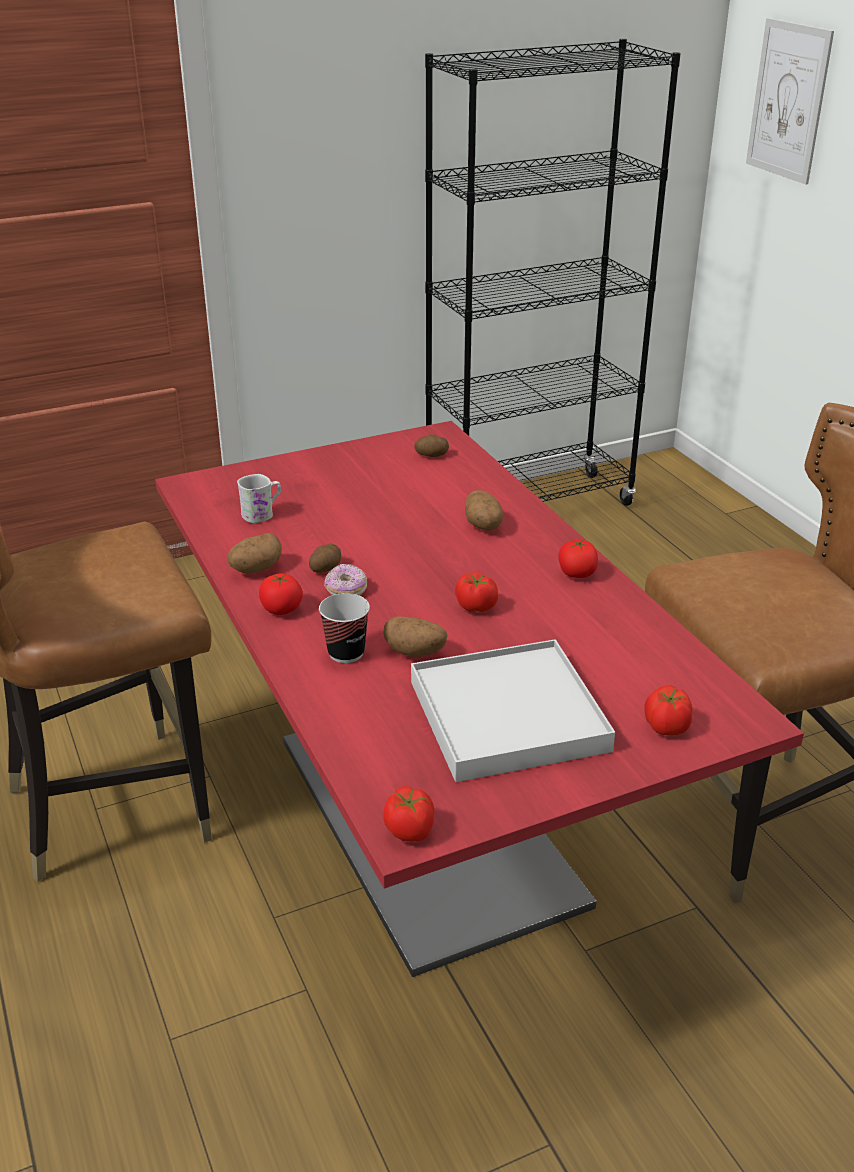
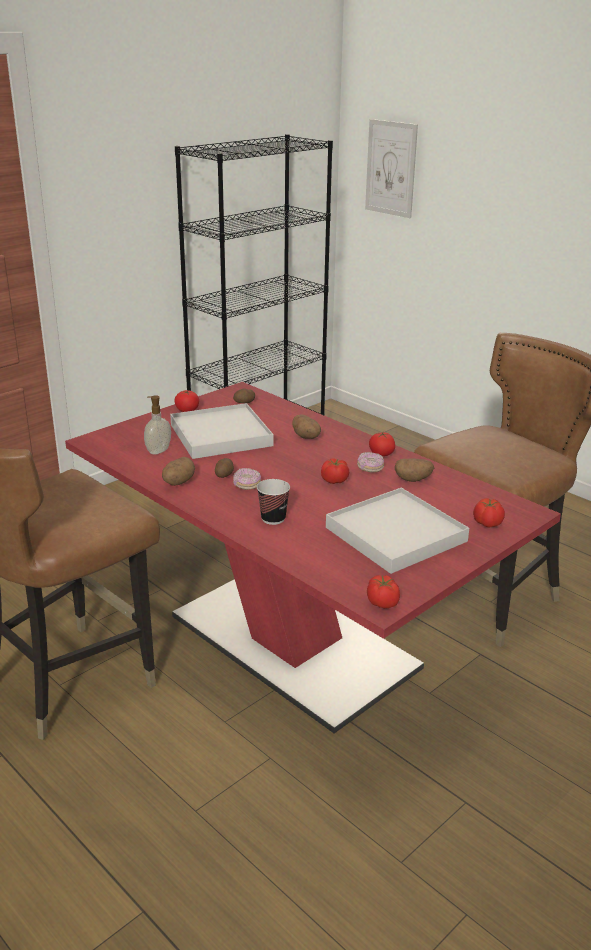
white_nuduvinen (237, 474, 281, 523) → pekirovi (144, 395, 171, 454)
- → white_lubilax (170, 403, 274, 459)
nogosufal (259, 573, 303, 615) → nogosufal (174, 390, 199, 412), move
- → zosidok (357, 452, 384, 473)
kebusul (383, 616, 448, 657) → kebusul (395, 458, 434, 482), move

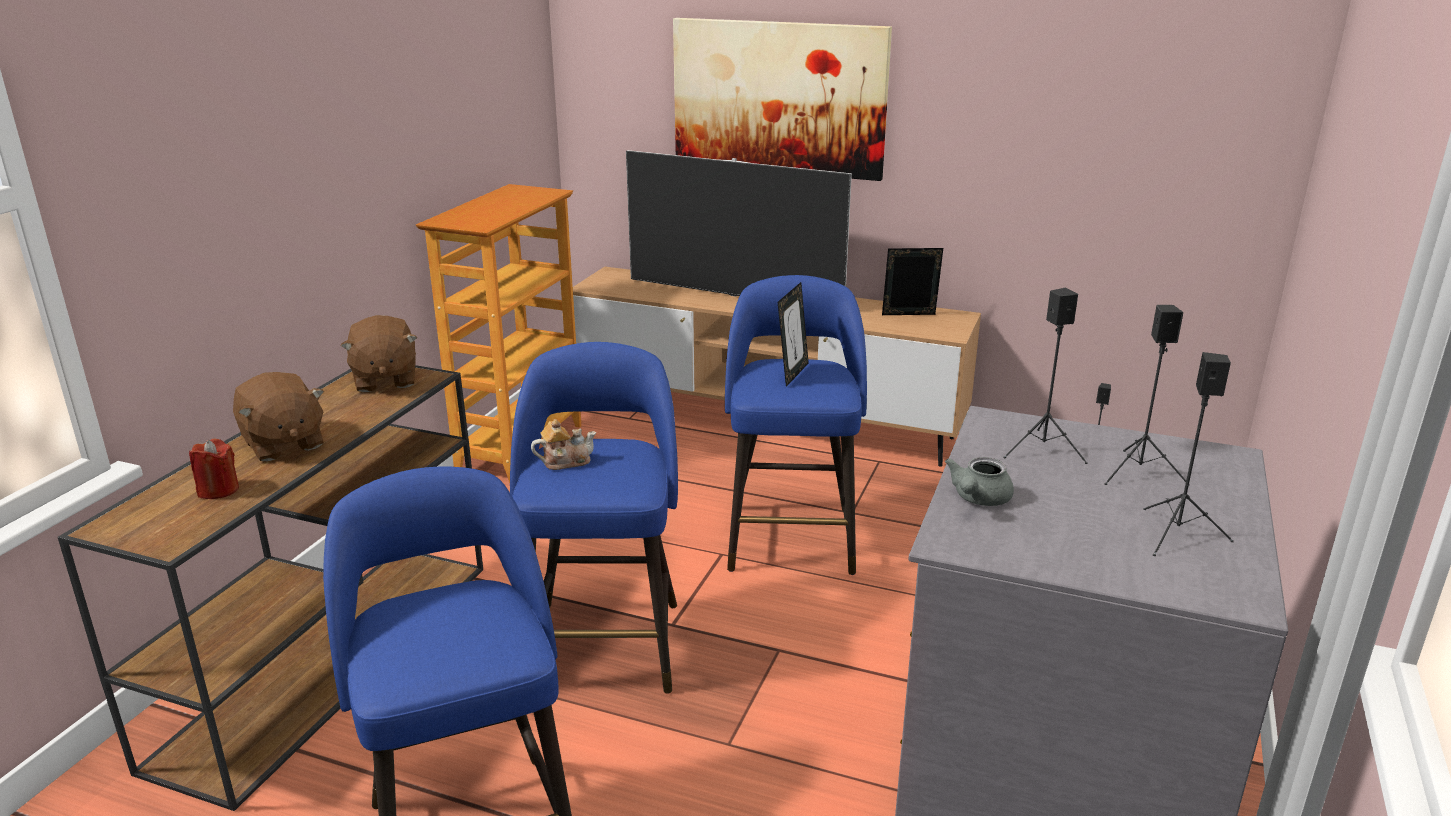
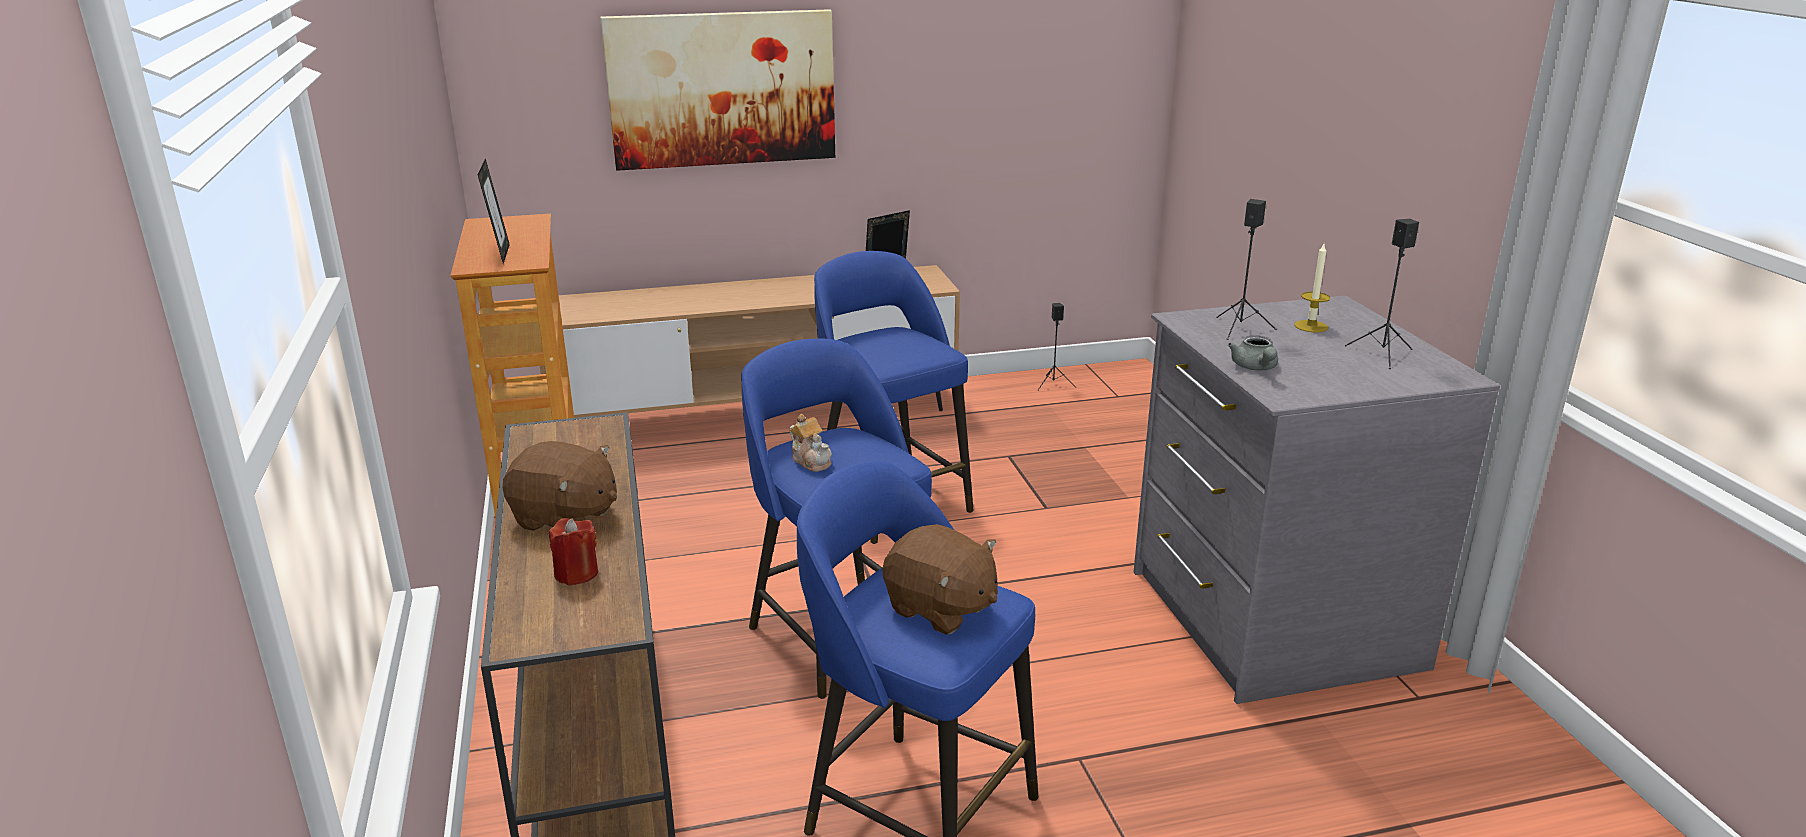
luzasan (778, 282, 809, 387) → luzasan (477, 158, 510, 264), move
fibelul (531, 419, 597, 470) → fibelul (790, 414, 832, 472), 105 degrees clockwise
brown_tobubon (341, 315, 417, 392) → brown_tobubon (882, 524, 998, 635), move
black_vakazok (1104, 305, 1190, 485) → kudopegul (1294, 244, 1330, 332)
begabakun (626, 150, 852, 297) → -

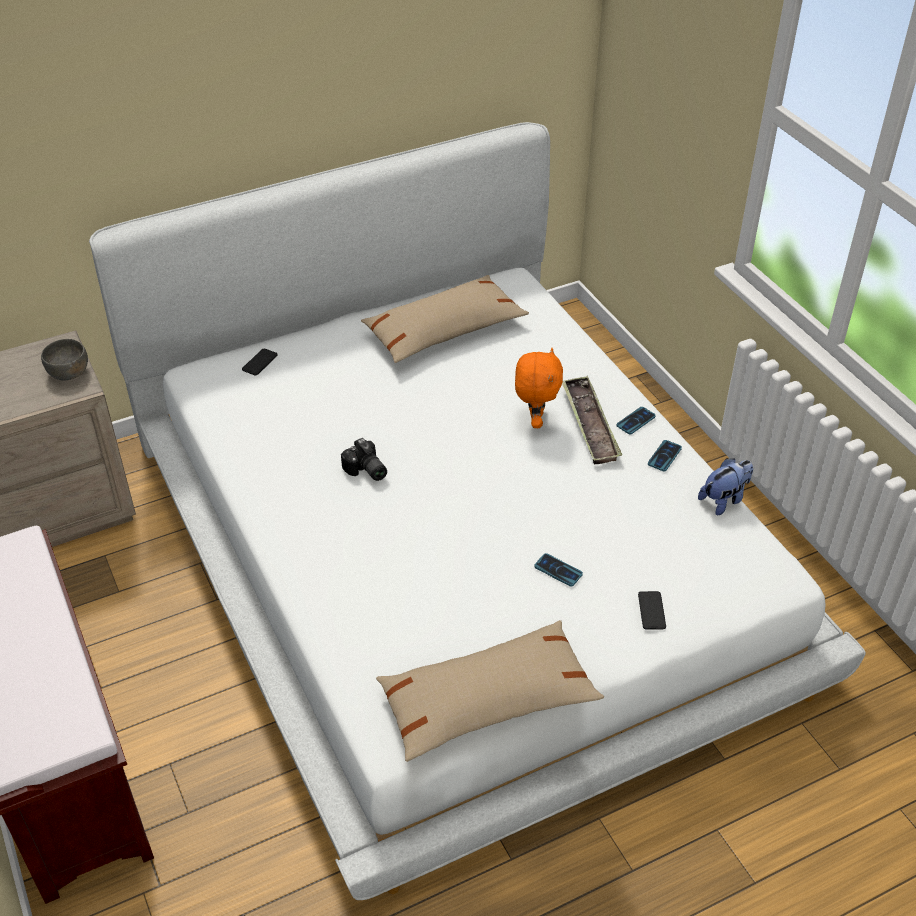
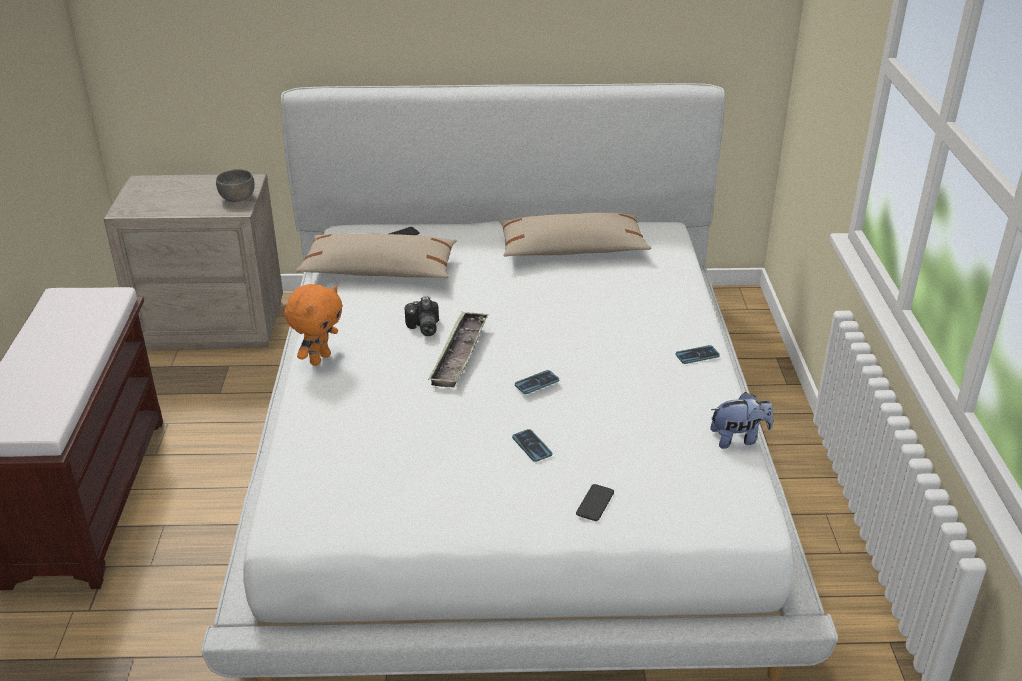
orange_tobubon (515, 348, 563, 428) → orange_tobubon (284, 284, 343, 366), move
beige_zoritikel (376, 620, 604, 762) → beige_zoritikel (295, 233, 457, 278), move
lubilax (562, 376, 622, 465) → lubilax (428, 312, 489, 388), move
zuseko (648, 440, 682, 471) → zuseko (515, 370, 559, 394), move

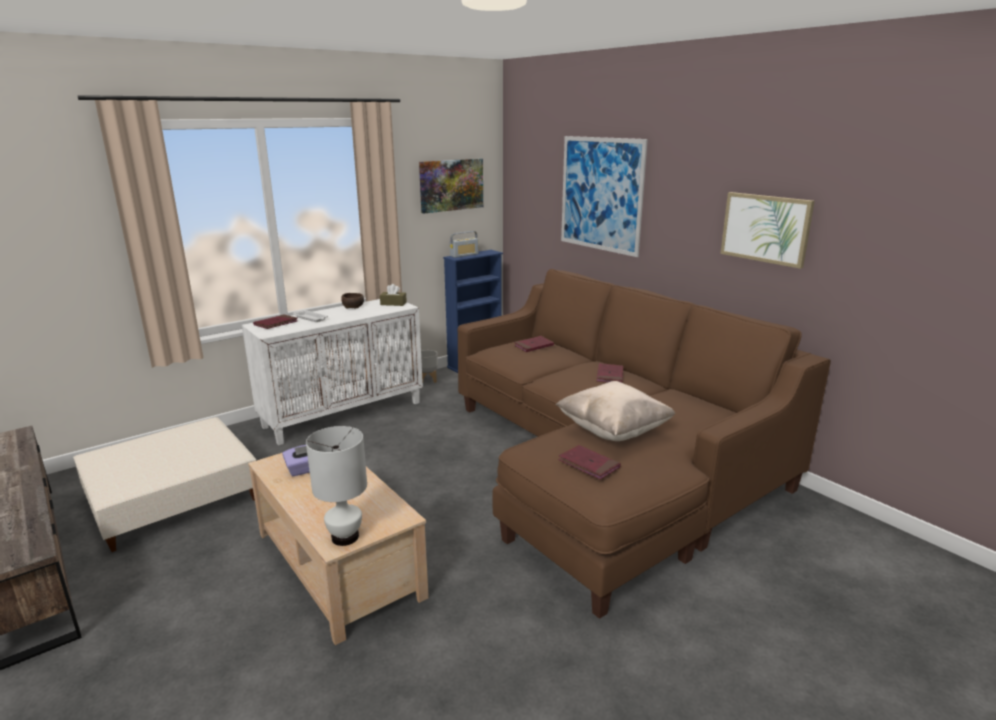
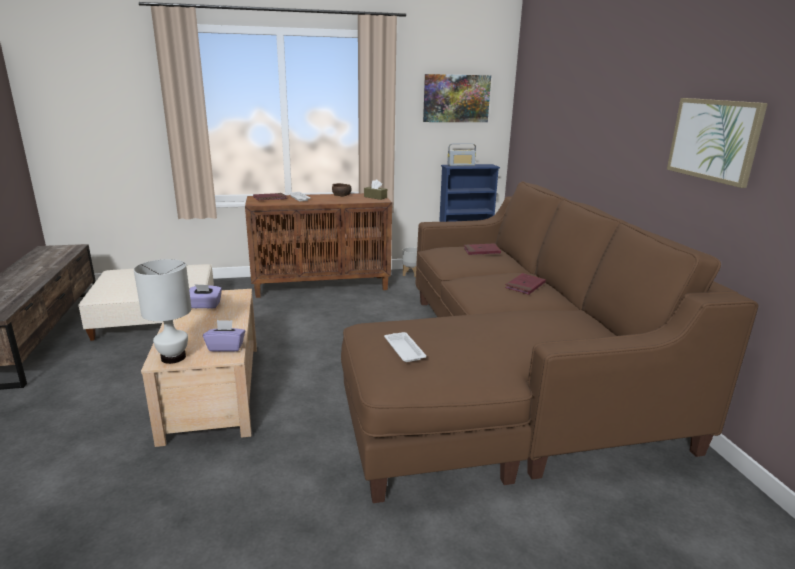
- → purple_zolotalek (203, 320, 245, 352)
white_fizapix (242, 299, 423, 445) → brown_fizapix (245, 193, 392, 298)
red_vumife (558, 445, 621, 480) → white_lubilax (384, 332, 427, 362)
beige_zoritikel (555, 381, 676, 441) → -
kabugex (561, 136, 648, 257) → -

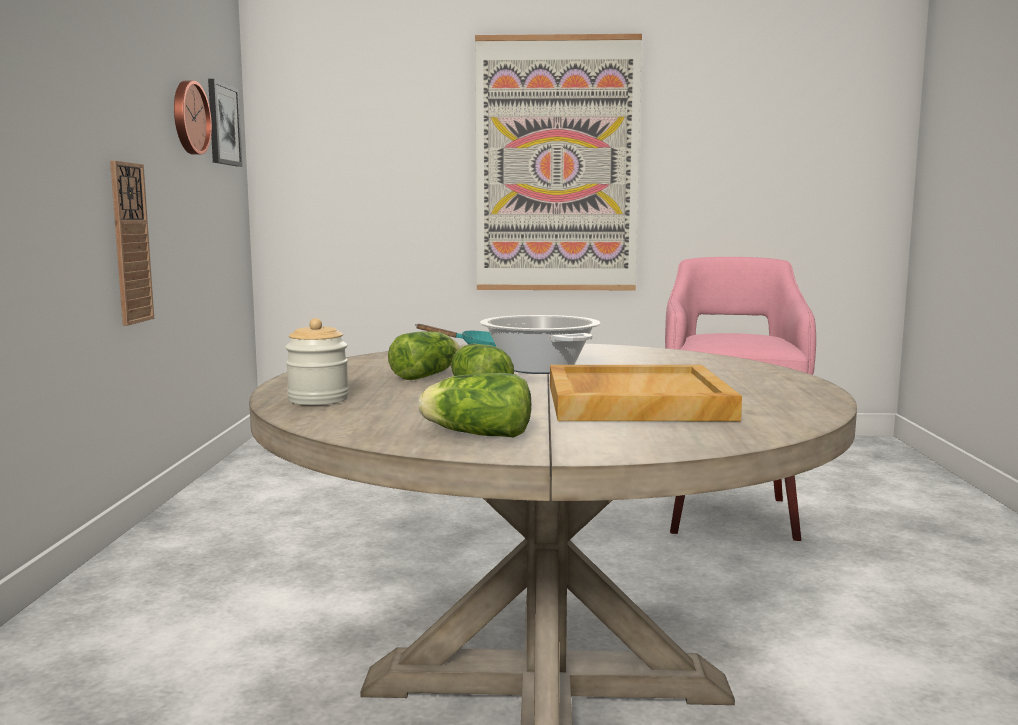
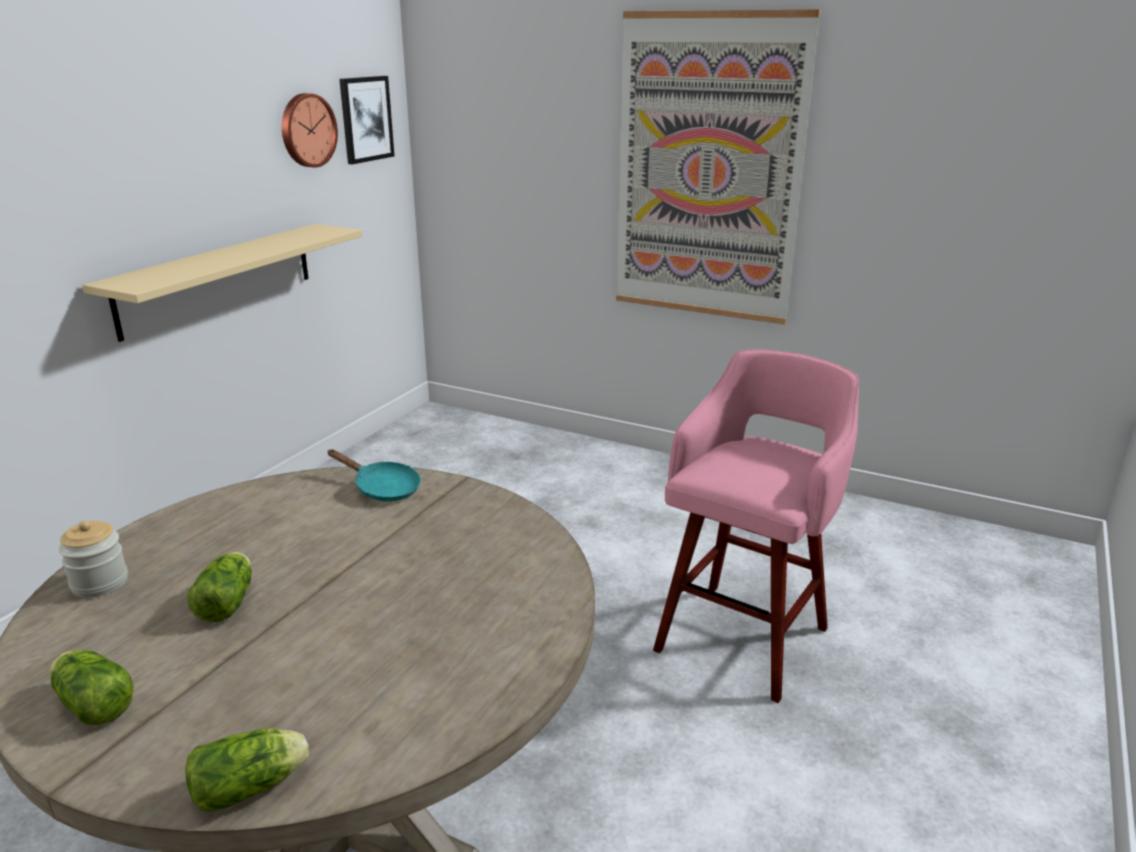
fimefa (110, 161, 154, 326) → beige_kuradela (82, 224, 362, 342)
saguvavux (388, 332, 460, 380) → saguvavux (185, 728, 309, 811), move
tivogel (480, 315, 601, 374) → -
beige_lubilax (550, 365, 742, 421) → -

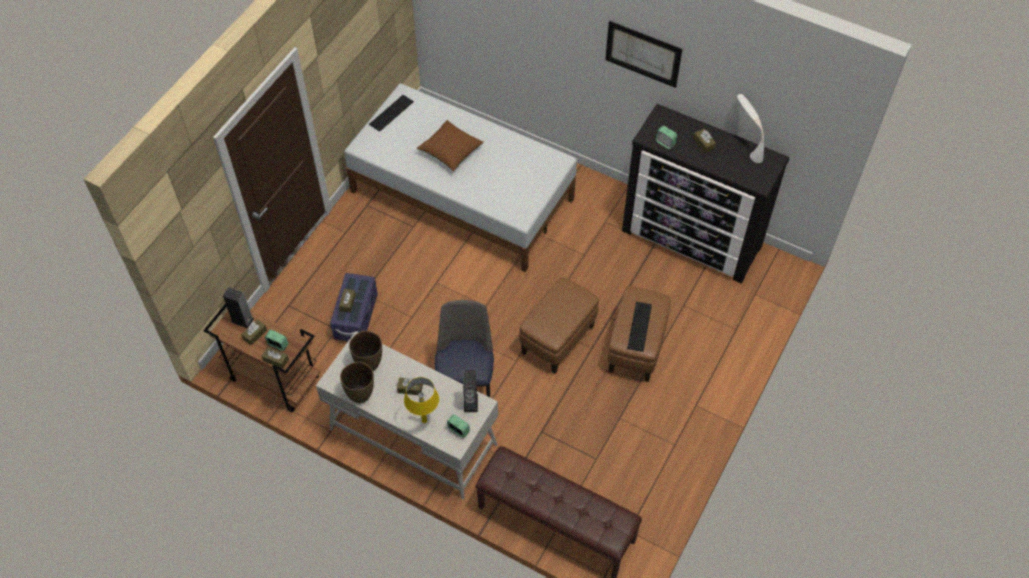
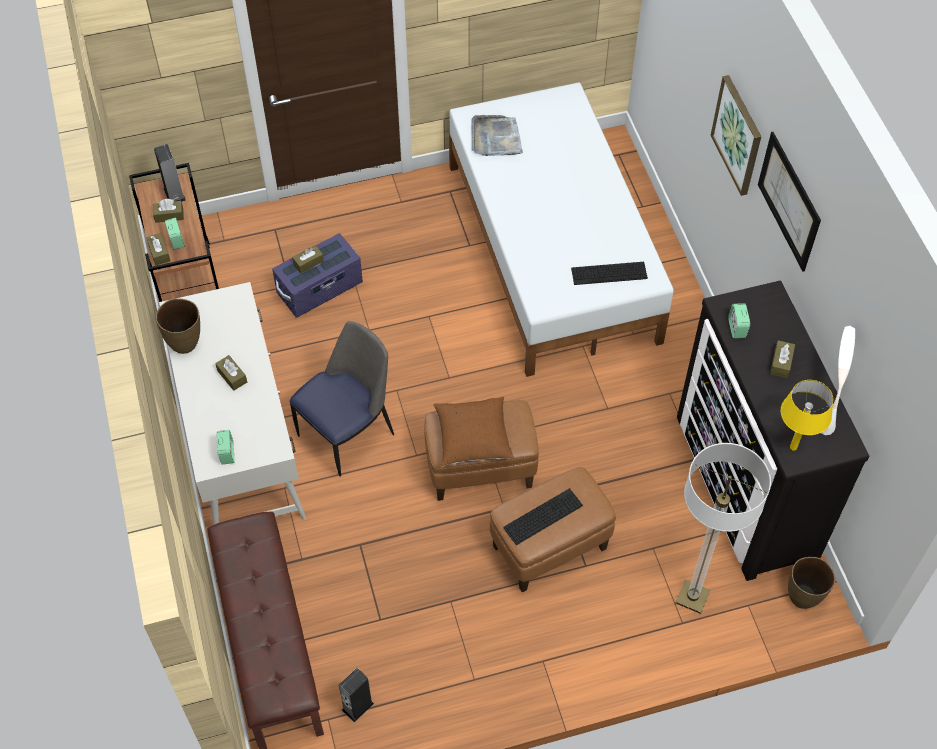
vakazok (463, 370, 478, 412) → vakazok (339, 668, 374, 722), move
brown_zoritikel (417, 120, 484, 171) → brown_zoritikel (434, 397, 514, 466), move
- → grey_lubilax (471, 115, 523, 156)
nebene (369, 95, 414, 132) → nebene (571, 262, 648, 285), move
- → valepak (675, 443, 771, 614)
- → kabugex (711, 75, 761, 196)
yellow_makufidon (404, 377, 439, 423) → yellow_makufidon (781, 380, 833, 451), move
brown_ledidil (349, 331, 382, 371) → brown_ledidil (788, 557, 835, 609), move

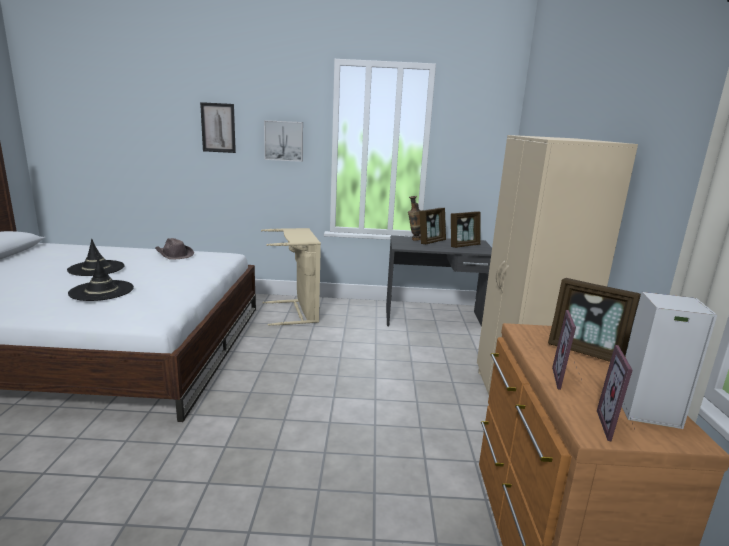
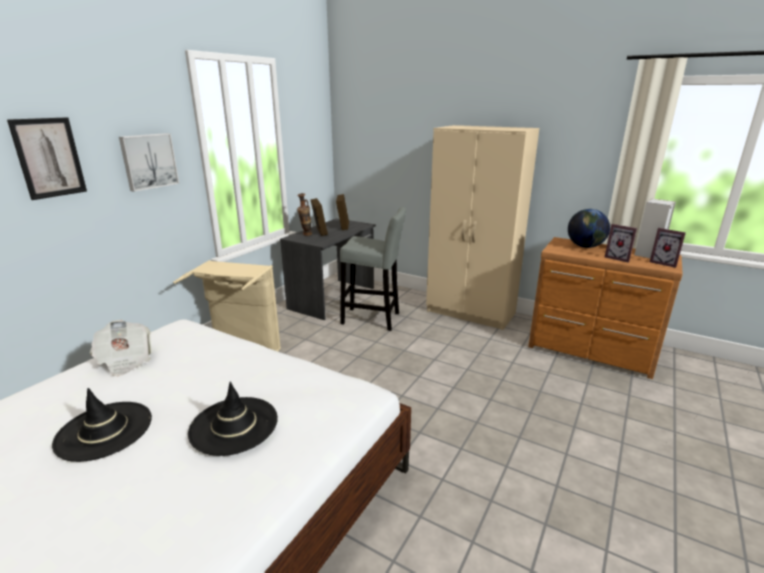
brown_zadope (155, 238, 194, 260) → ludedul (90, 320, 152, 376)
- → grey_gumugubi (340, 207, 406, 331)
luzasan (548, 278, 641, 362) → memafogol (568, 209, 610, 248)

